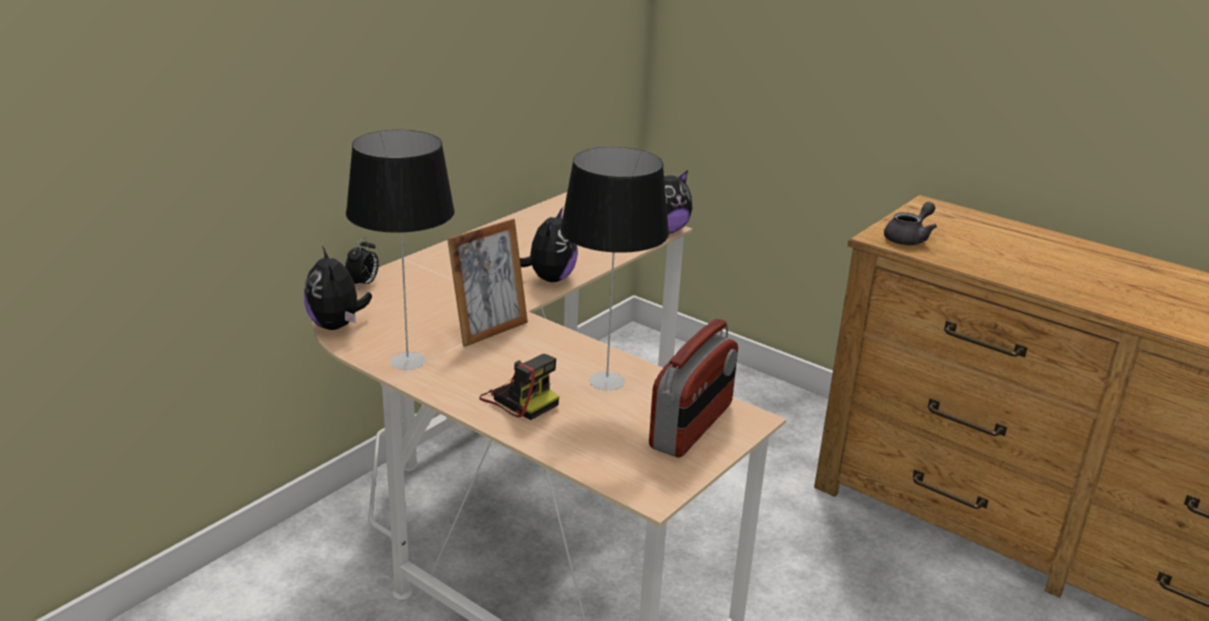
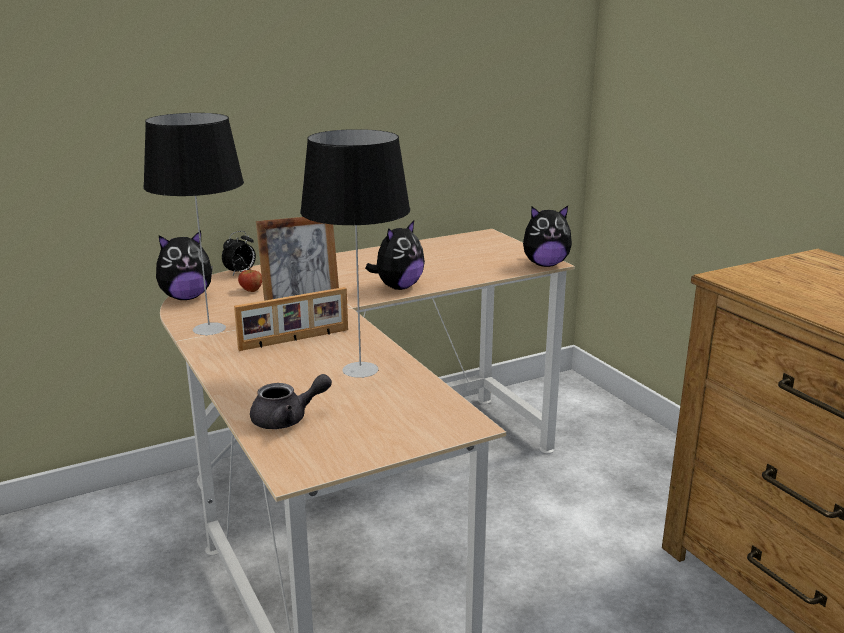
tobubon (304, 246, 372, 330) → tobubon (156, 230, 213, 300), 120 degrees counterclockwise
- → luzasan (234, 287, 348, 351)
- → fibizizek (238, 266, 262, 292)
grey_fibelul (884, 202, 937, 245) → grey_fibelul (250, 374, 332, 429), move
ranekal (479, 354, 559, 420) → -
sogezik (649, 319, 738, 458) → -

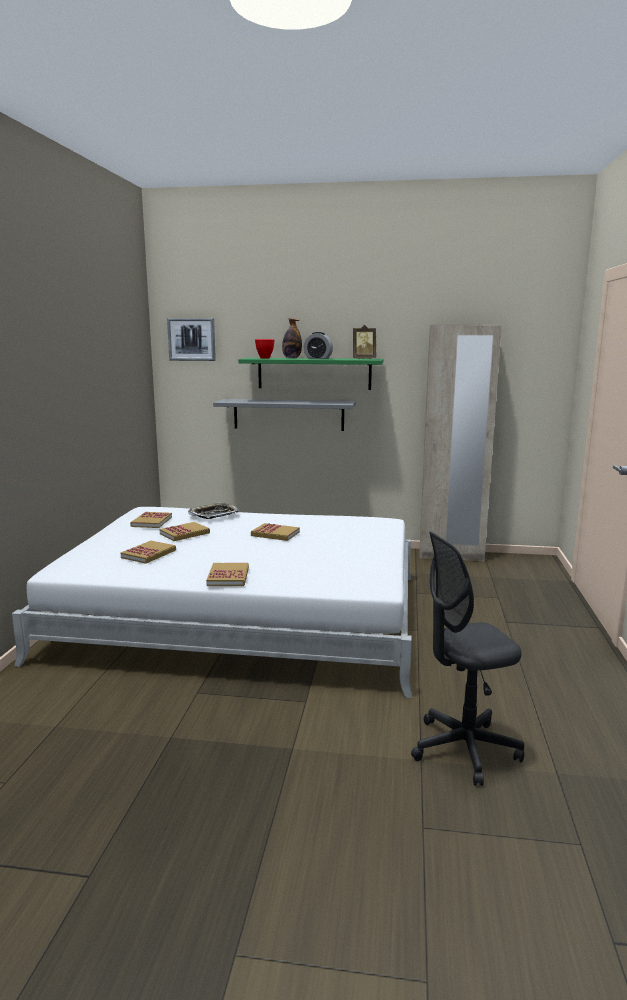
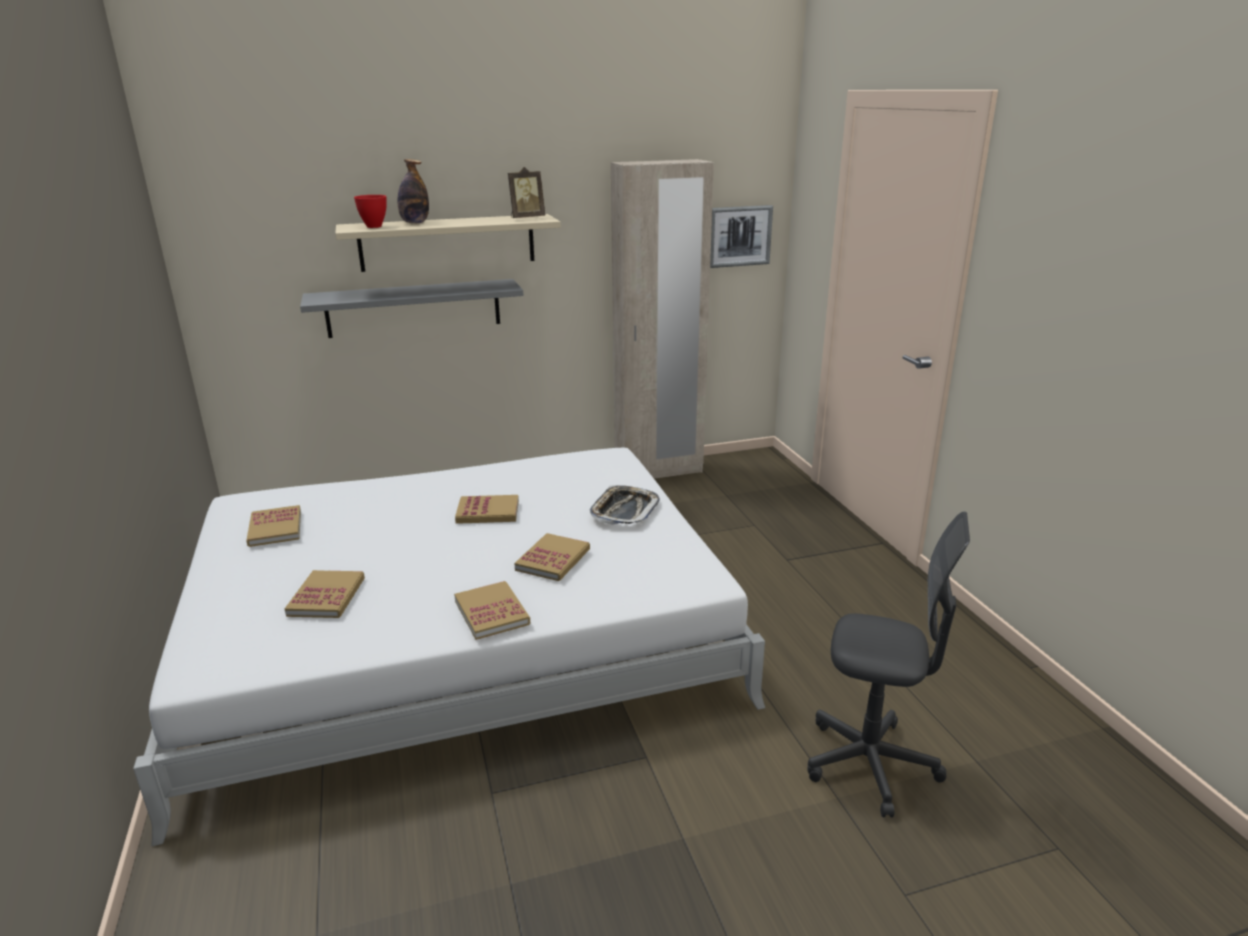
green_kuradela (238, 358, 383, 390) → beige_kuradela (335, 214, 561, 272)
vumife (160, 522, 210, 541) → vumife (514, 533, 590, 581), move
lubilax (188, 502, 240, 519) → lubilax (590, 485, 660, 525), move
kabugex (167, 318, 216, 361) → kabugex (710, 205, 773, 268), move
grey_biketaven (411, 532, 524, 786) → grey_biketaven (807, 512, 970, 817), 120 degrees counterclockwise
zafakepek (304, 332, 333, 359) → -

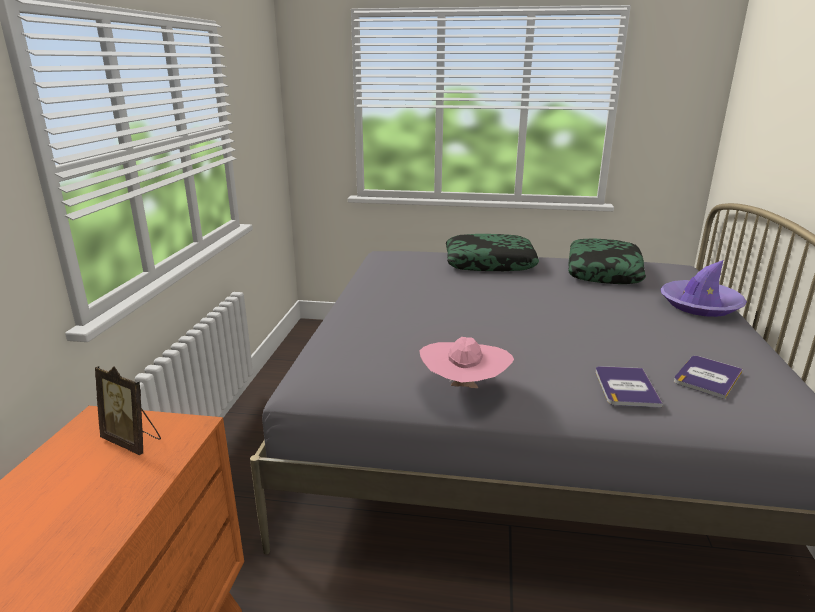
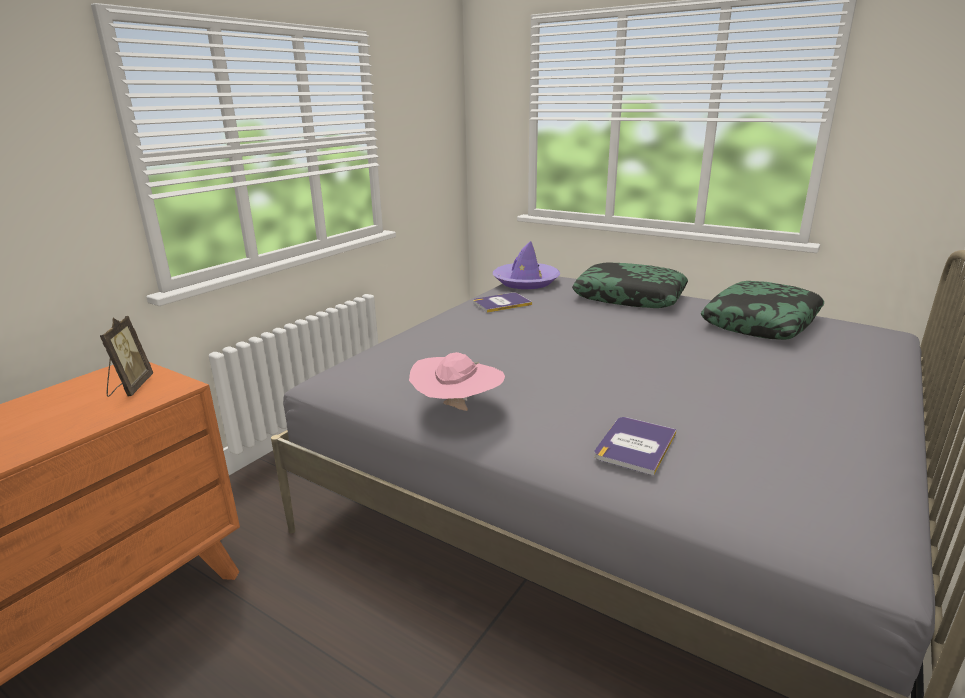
luzasan (95, 366, 161, 455) → luzasan (100, 316, 153, 397), 150 degrees counterclockwise
vumife (674, 356, 743, 399) → vumife (473, 293, 532, 313), move
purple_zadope (660, 260, 747, 317) → purple_zadope (493, 241, 560, 289), move

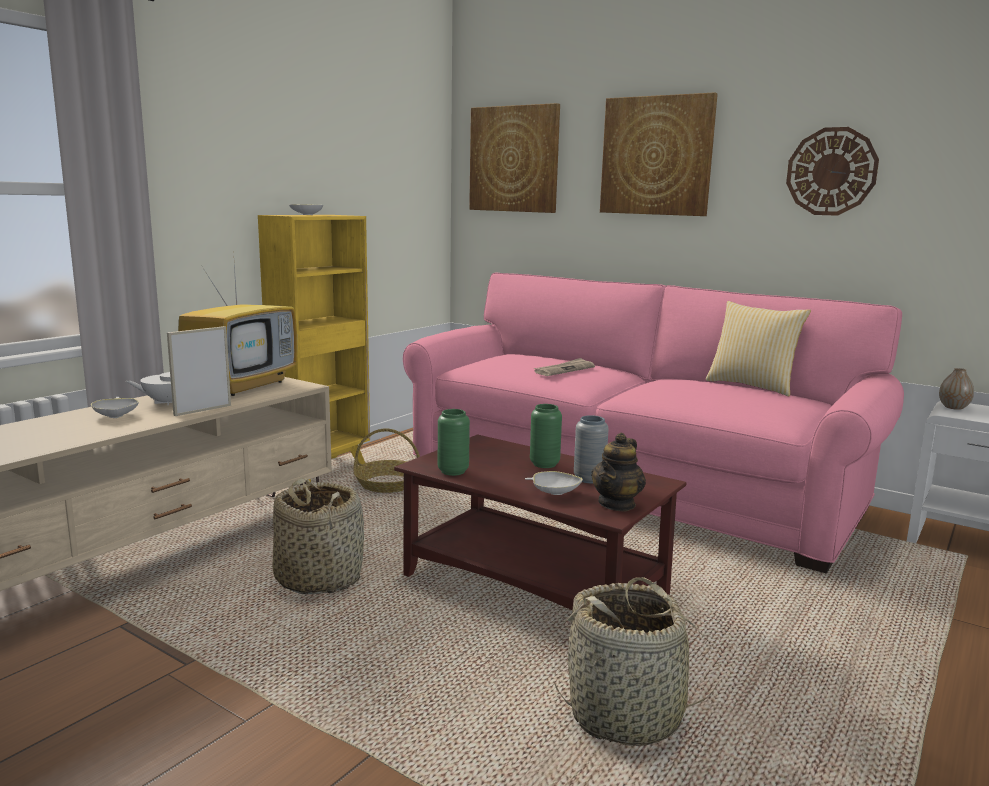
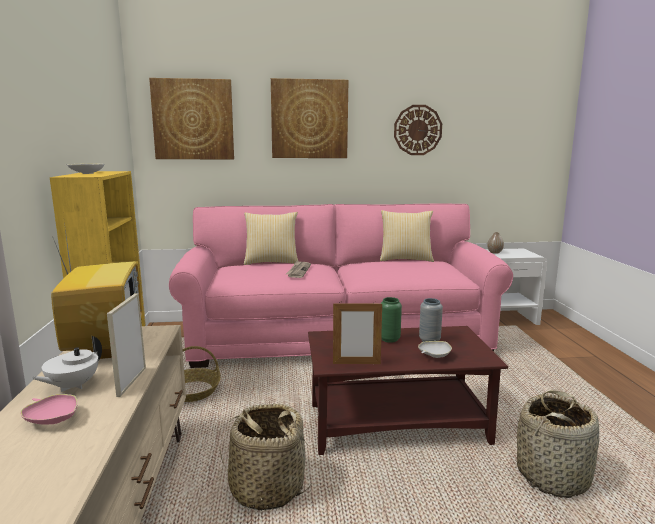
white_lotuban (91, 397, 139, 418) → pink_lotuban (20, 394, 78, 425)
- → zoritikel (244, 212, 298, 265)
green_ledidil (438, 409, 470, 476) → luzasan (333, 301, 382, 364)
fibelul (591, 433, 646, 512) → -

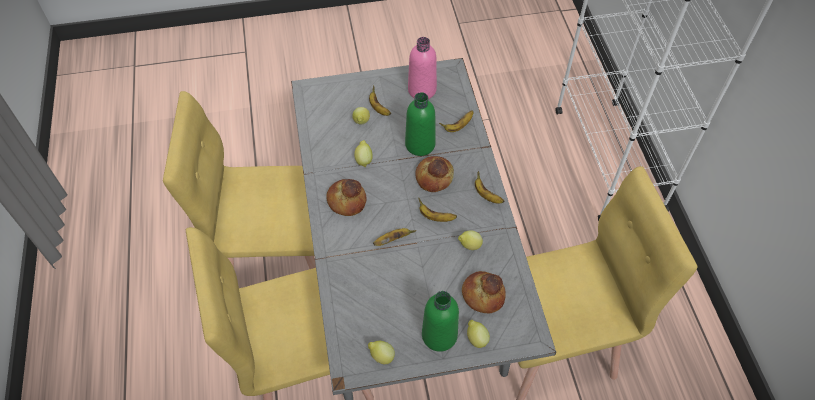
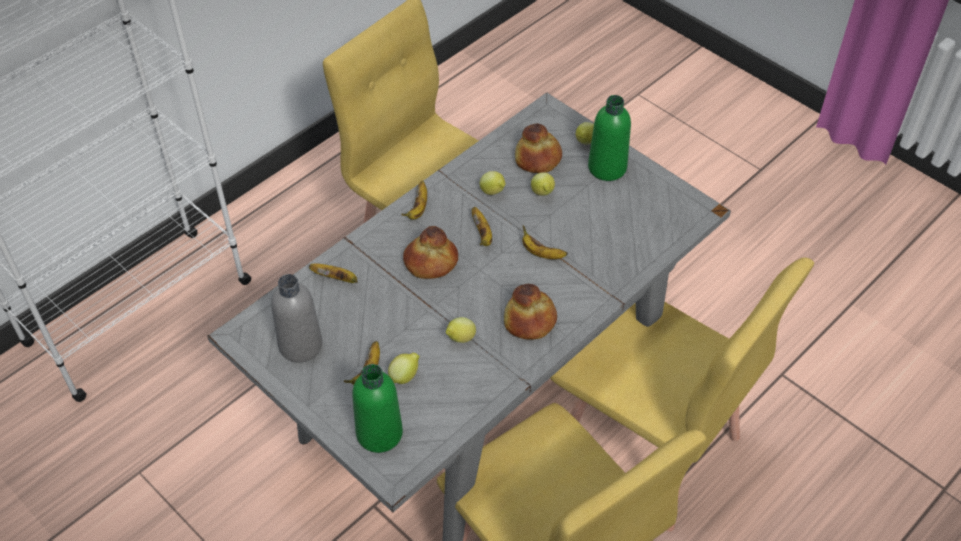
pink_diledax (408, 37, 437, 99) → grey_diledax (271, 274, 323, 363)
green_diledax (405, 92, 436, 156) → green_diledax (352, 364, 403, 453), move
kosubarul (368, 341, 395, 364) → kosubarul (531, 172, 555, 196), move

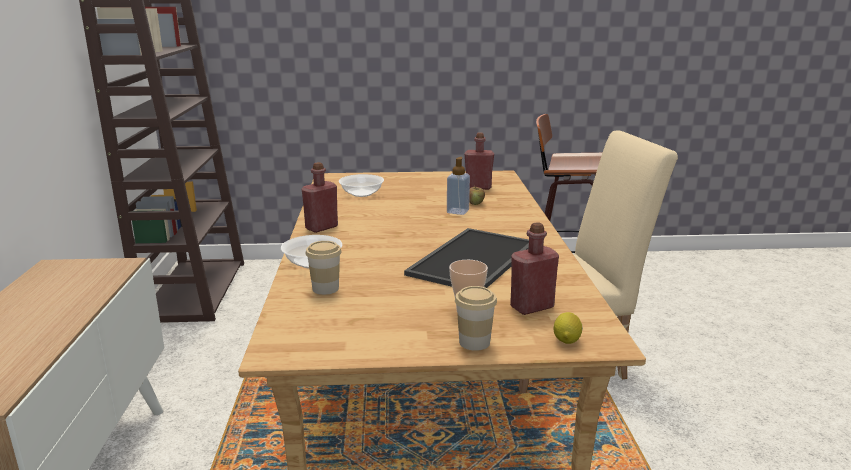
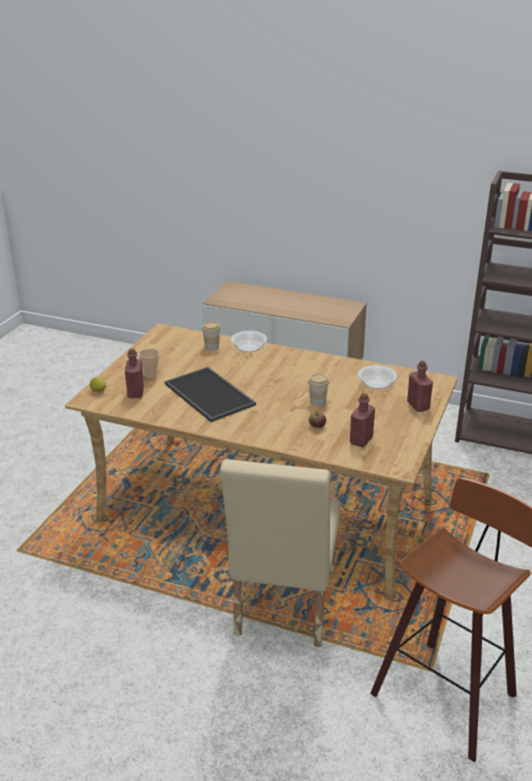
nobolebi (455, 286, 497, 351) → nobolebi (308, 374, 329, 406), move
red_diledax (302, 162, 338, 233) → red_diledax (407, 361, 433, 412), move
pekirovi (447, 157, 470, 215) → -

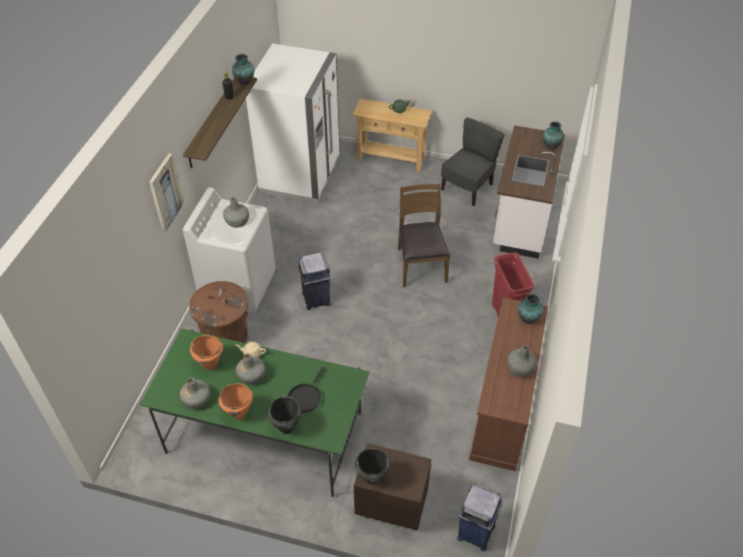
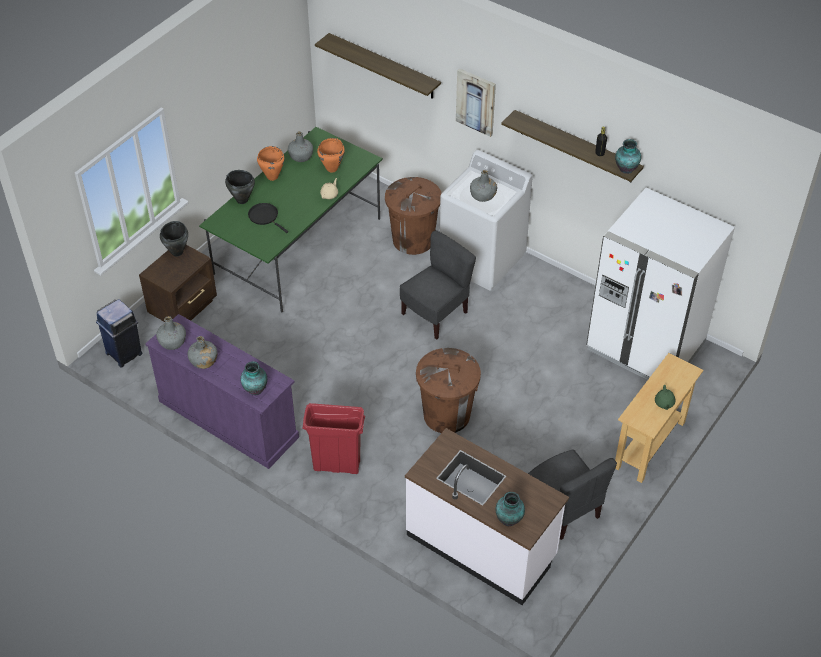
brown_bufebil (469, 297, 548, 471) → purple_bufebil (145, 314, 299, 469)
grey_diledax (236, 353, 266, 385) → grey_diledax (156, 316, 186, 350), move
- → kuradela (315, 33, 441, 99)
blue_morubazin (298, 252, 331, 310) → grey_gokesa (400, 230, 476, 340)
brown_gokesa (398, 184, 450, 287) → brown_morubazin (416, 348, 481, 433)

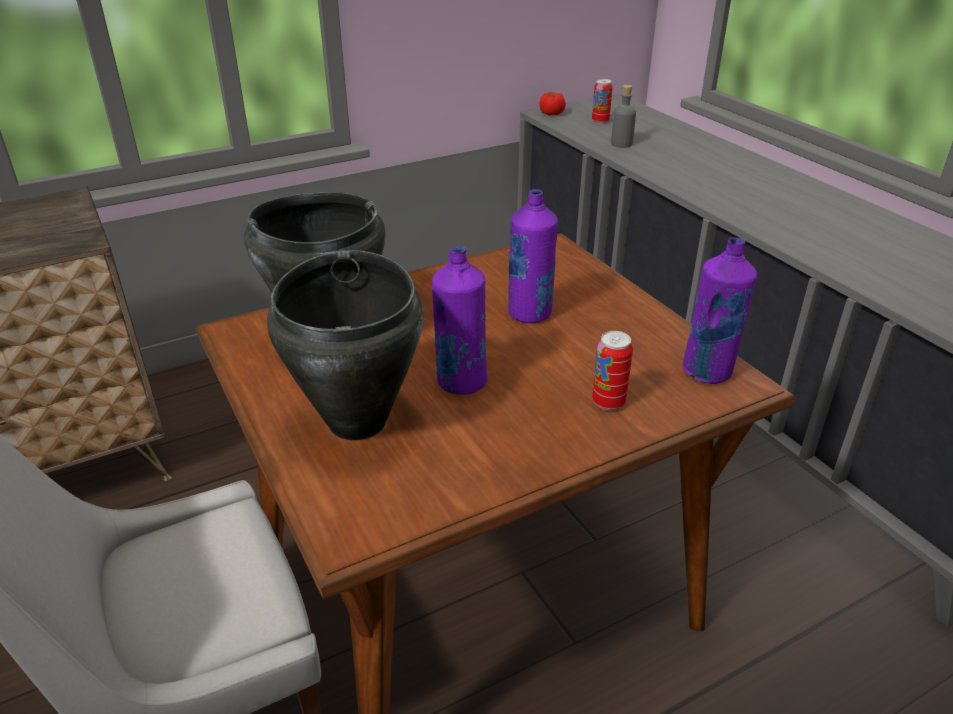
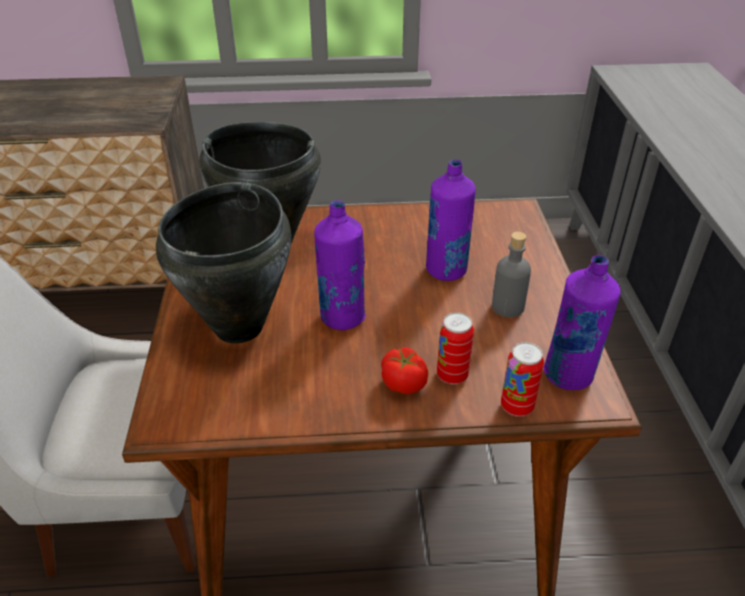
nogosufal (539, 92, 566, 116) → nogosufal (381, 347, 428, 394), move
grey_diledax (611, 85, 636, 148) → grey_diledax (492, 232, 531, 318), move
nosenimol (592, 79, 613, 124) → nosenimol (501, 342, 544, 417), move

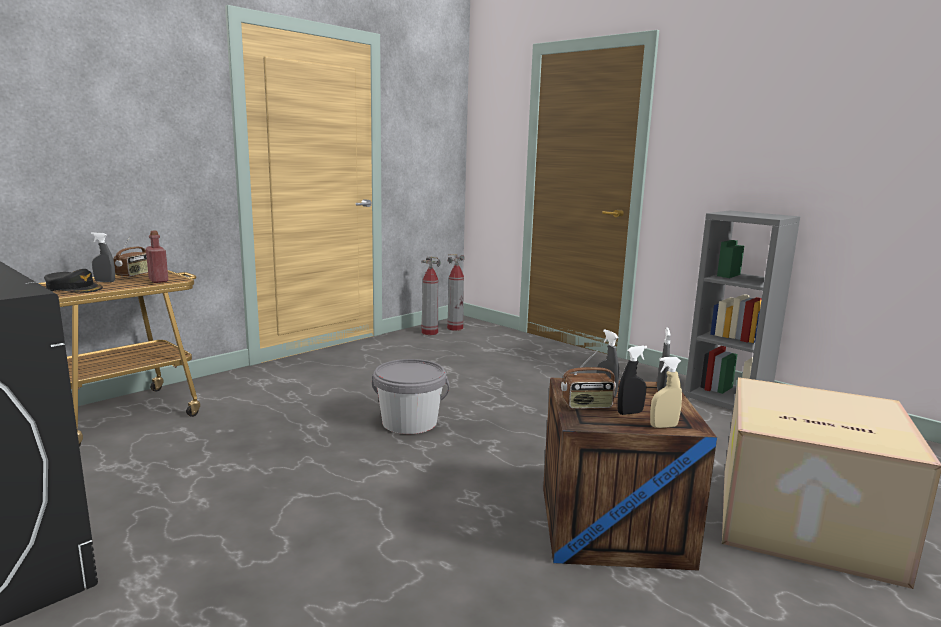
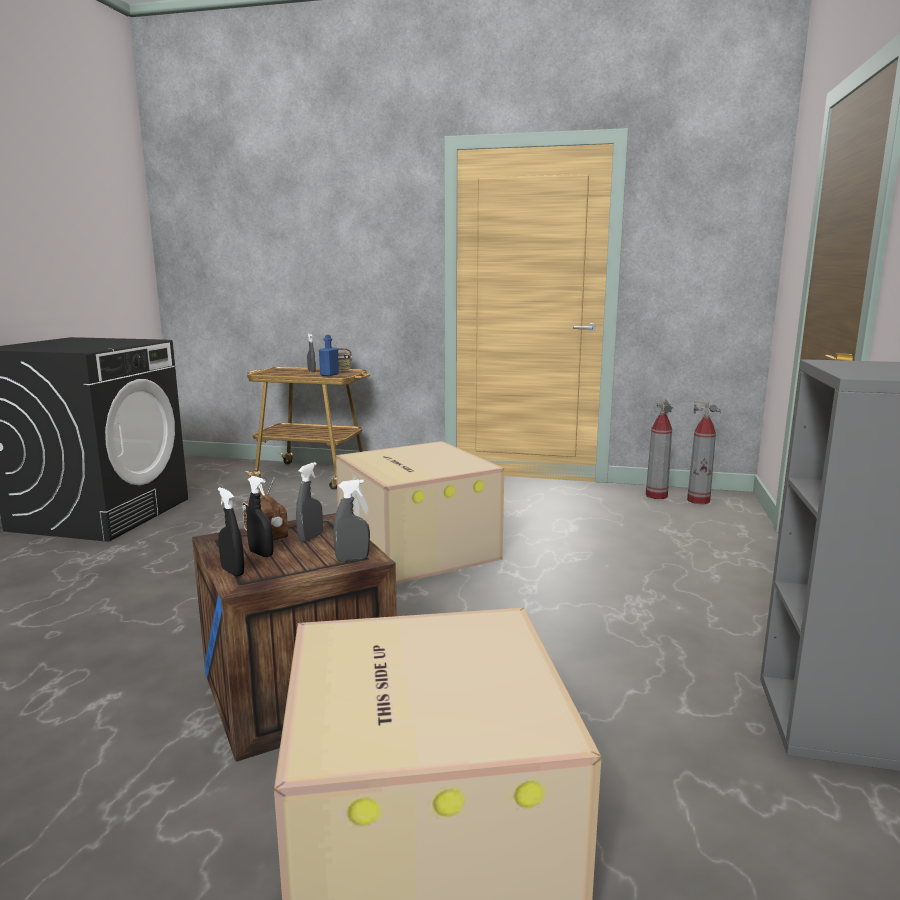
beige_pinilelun (650, 357, 682, 428) → black_pinilelun (218, 487, 244, 577)
red_diledax (146, 231, 168, 283) → blue_diledax (319, 335, 339, 376)
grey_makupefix (372, 359, 449, 434) → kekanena (336, 441, 504, 584)
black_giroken (44, 269, 103, 293) → -

